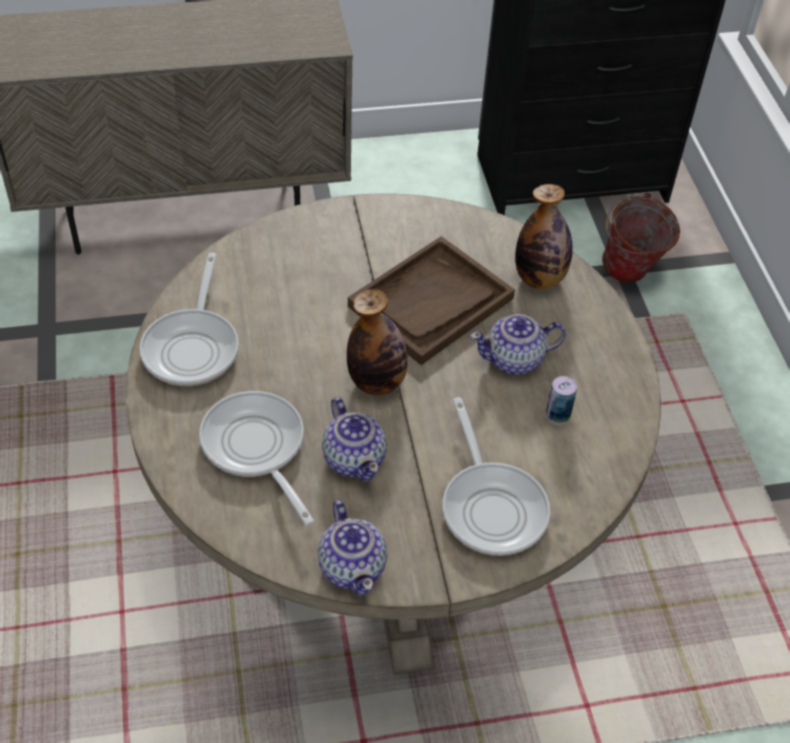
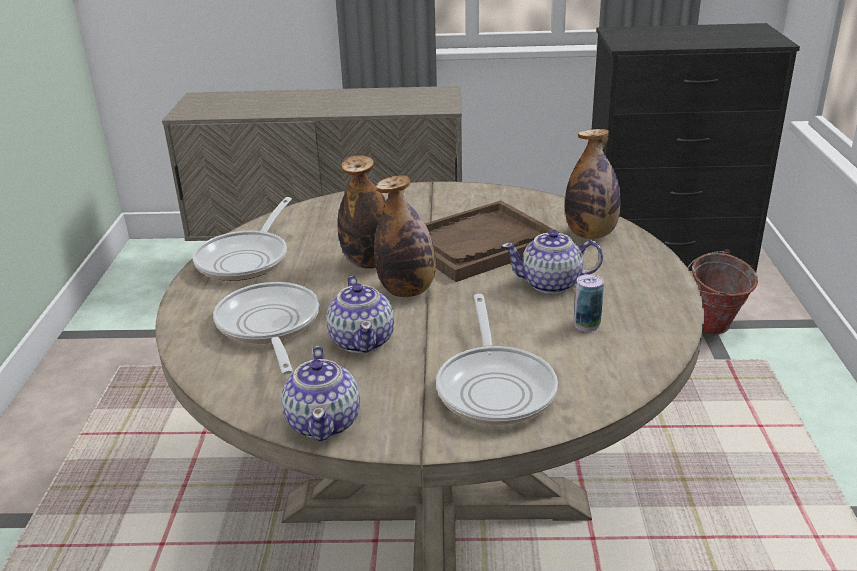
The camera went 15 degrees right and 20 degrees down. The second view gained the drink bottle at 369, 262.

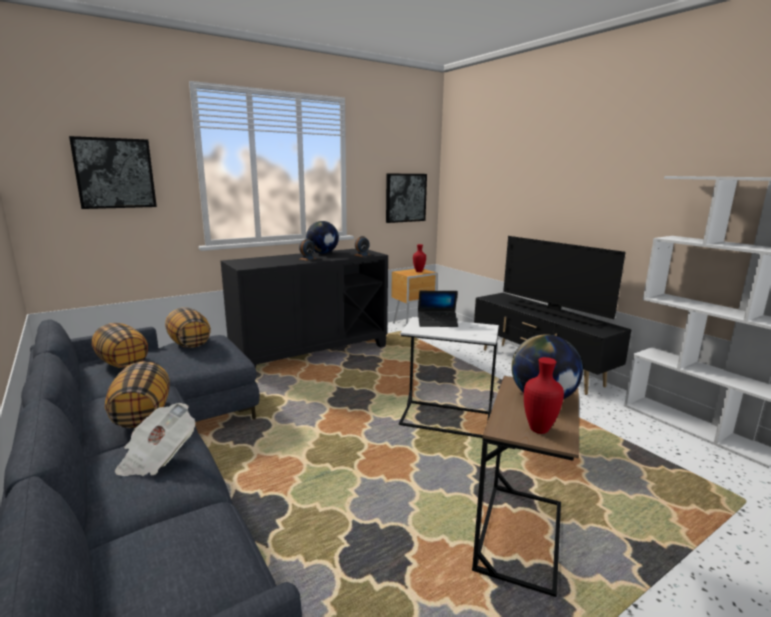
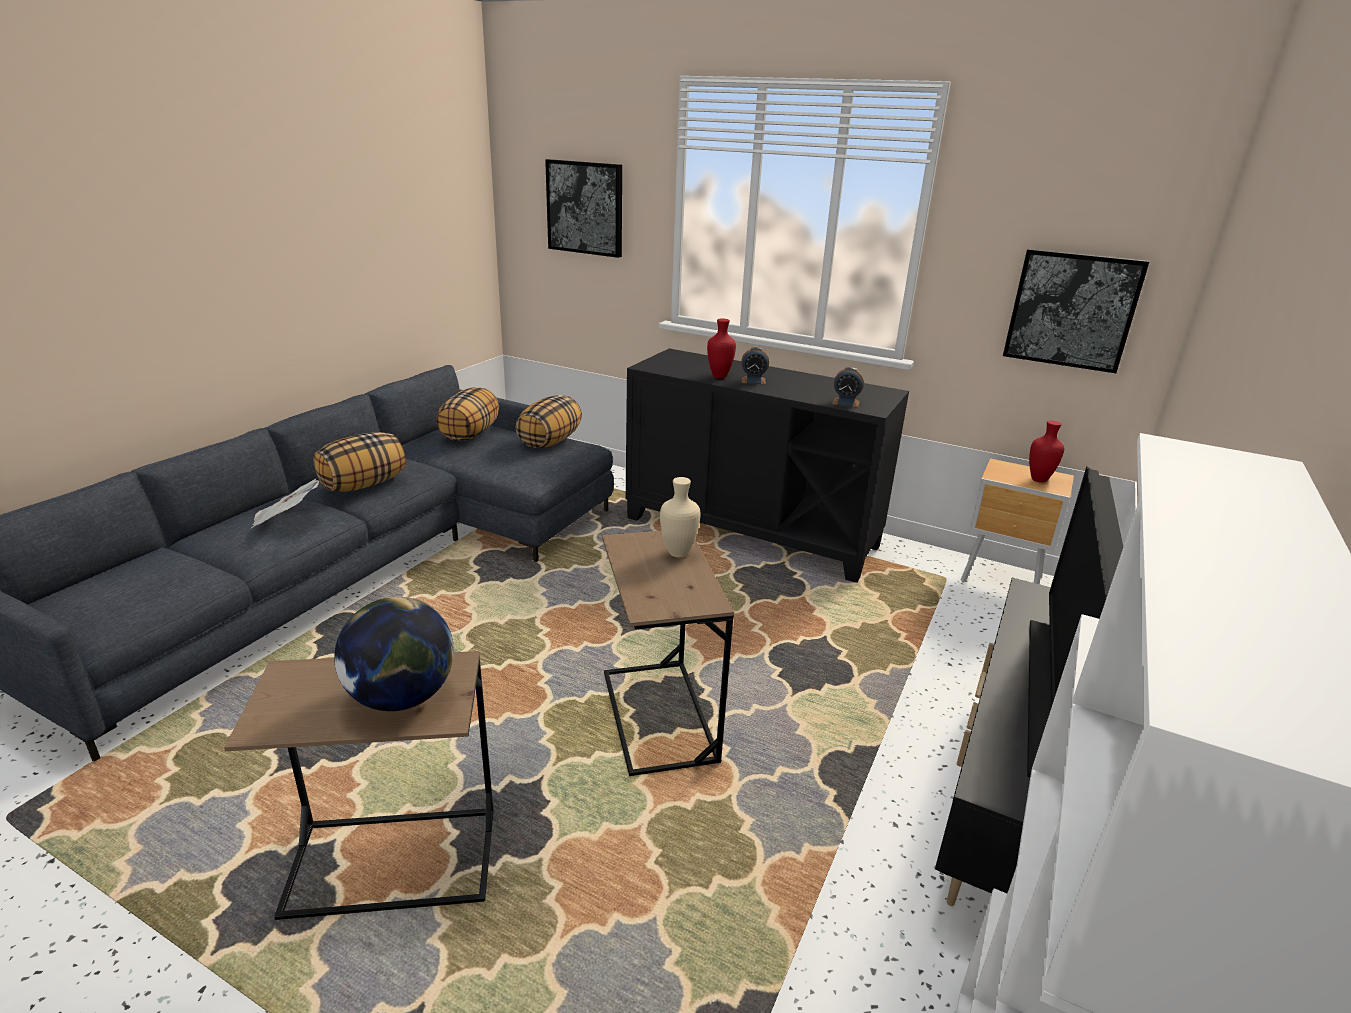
The camera went 60 degrees right and 10 degrees up. What was the accent table (whitish) at 446, 419 turned into the accent table (brown-coloured) at 659, 716. Where the laptop stood at 437, 323, the decorative vase (beige-coloured) came to stand at 679, 553. The decorative vase (red) ended up elsewhere, having gone from 539, 429 to 720, 377. The second view lost the desk globe at 323, 253.

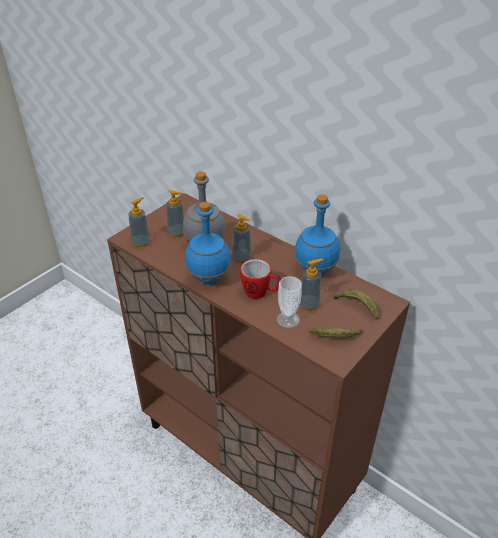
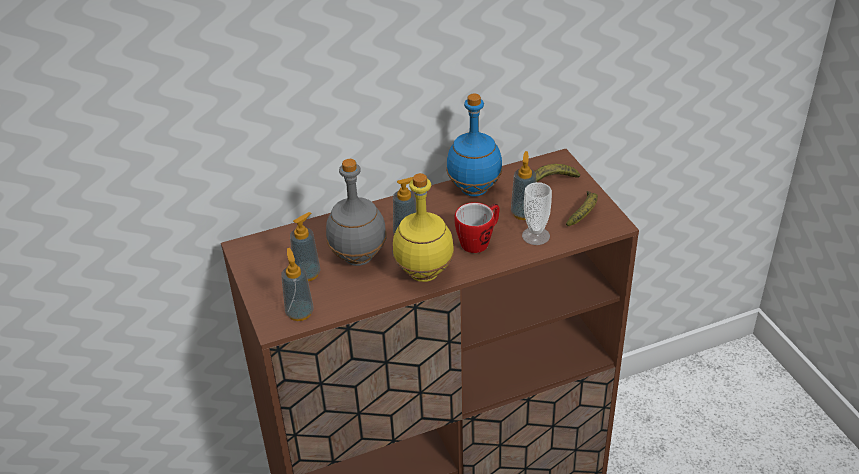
The camera went 60 degrees left and 0 degrees up. What was the drink bottle (blue-coloured) at 209, 278 turned into the drink bottle (yellow) at 423, 273.

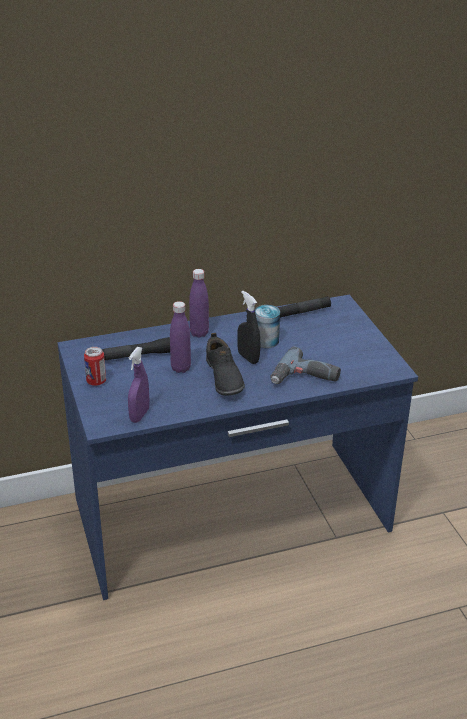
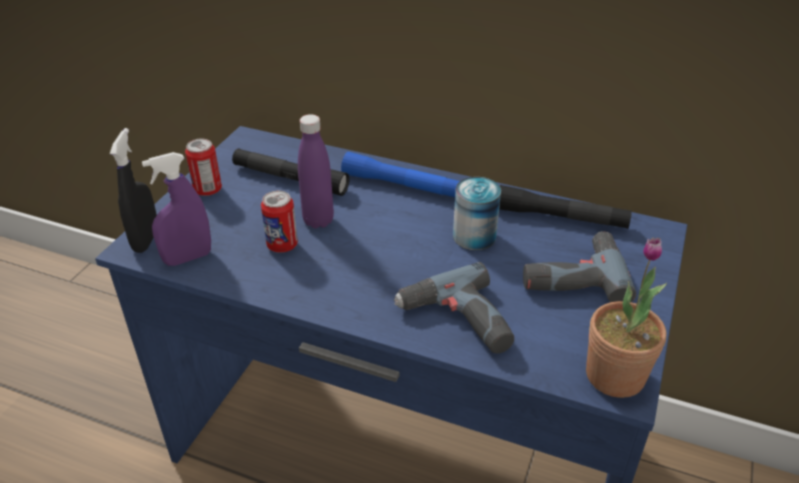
The camera went 40 degrees right and 5 degrees up. The hand sprayer (black) ended up elsewhere, having gone from 248, 358 to 146, 240. The second view gained the sealed can at 282, 245. Where the drink bottle (purple) stood at 199, 333, the flashlight (blue-coloured) came to stand at 402, 185. The second view gained the drill at 571, 274. The second view gained the plant in a pot at 615, 375. The second view lost the low shoe (black) at 223, 377.

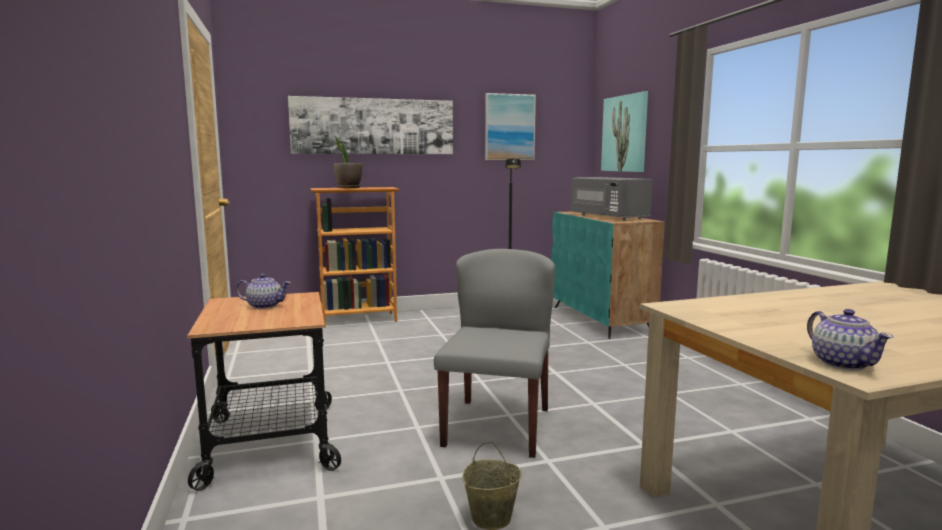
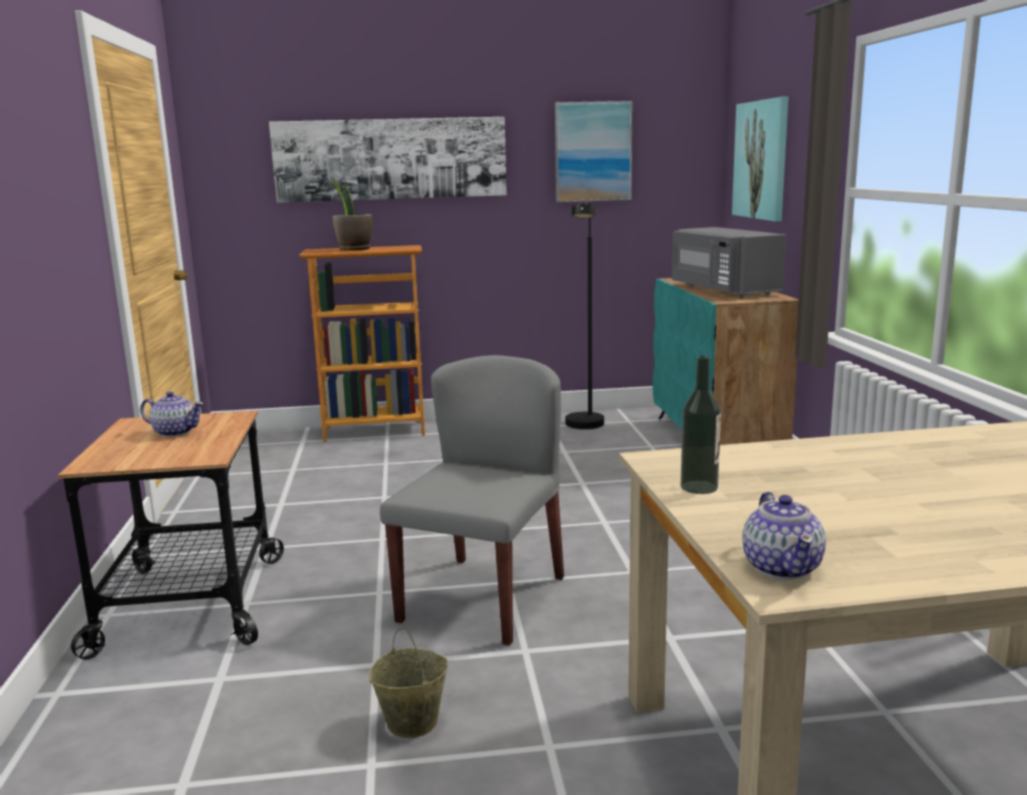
The camera went 10 degrees right and 5 degrees up. The second view gained the drink bottle at 699, 487.

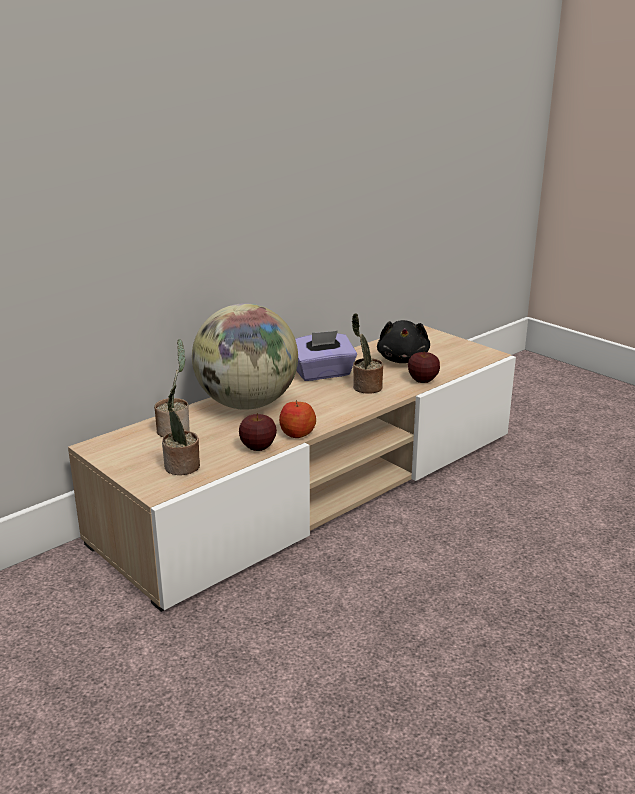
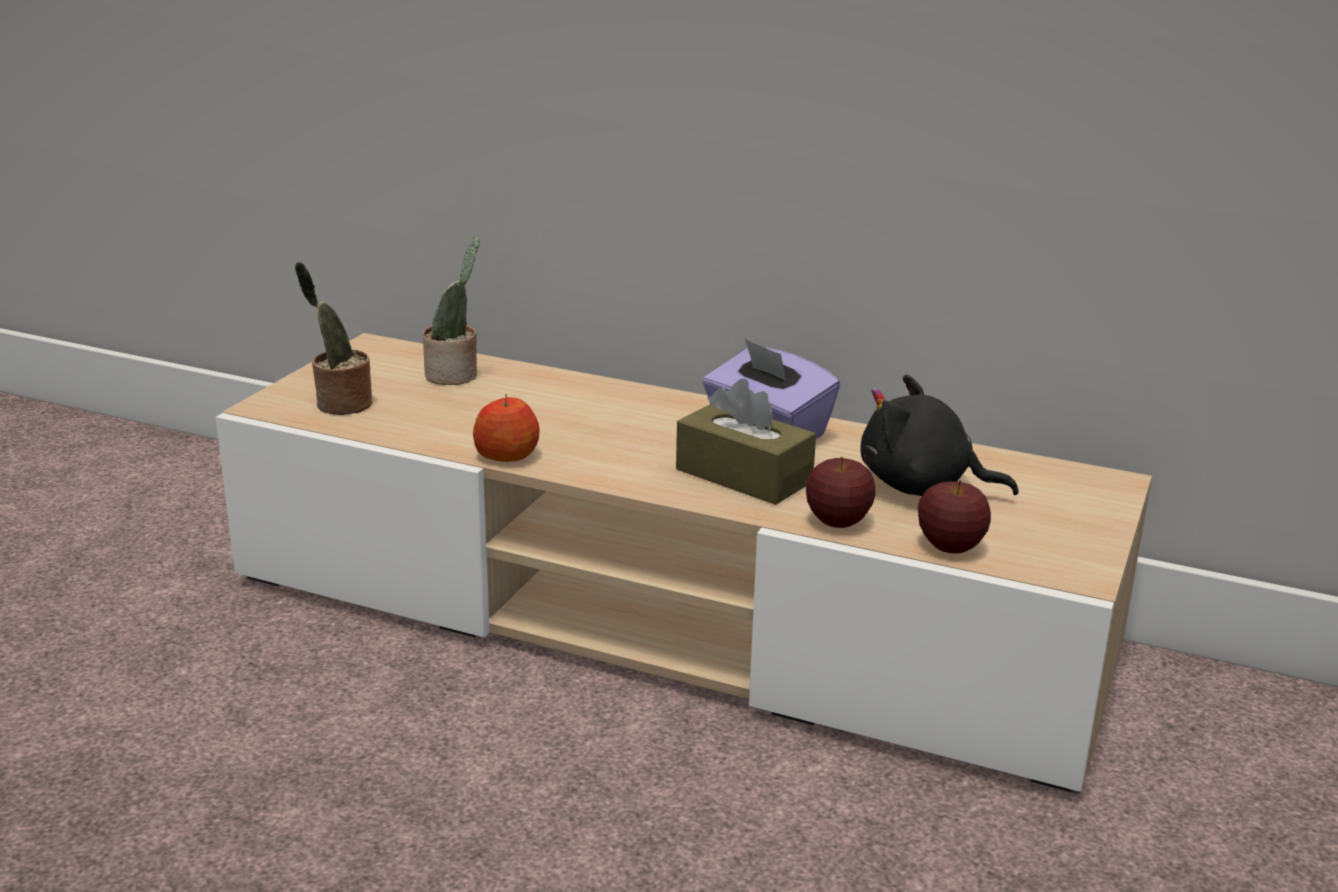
The camera went 65 degrees right and 0 degrees up. Where the plant in a pot stood at 365, 388, the box of tissues (brown-coloured) came to stand at 743, 476. The plush toy (black) at 403, 359 ended up facing another way, 45 degrees clockwise from before. The apple ended up elsewhere, having gone from 258, 447 to 950, 546. The second view lost the desk globe at 246, 404.

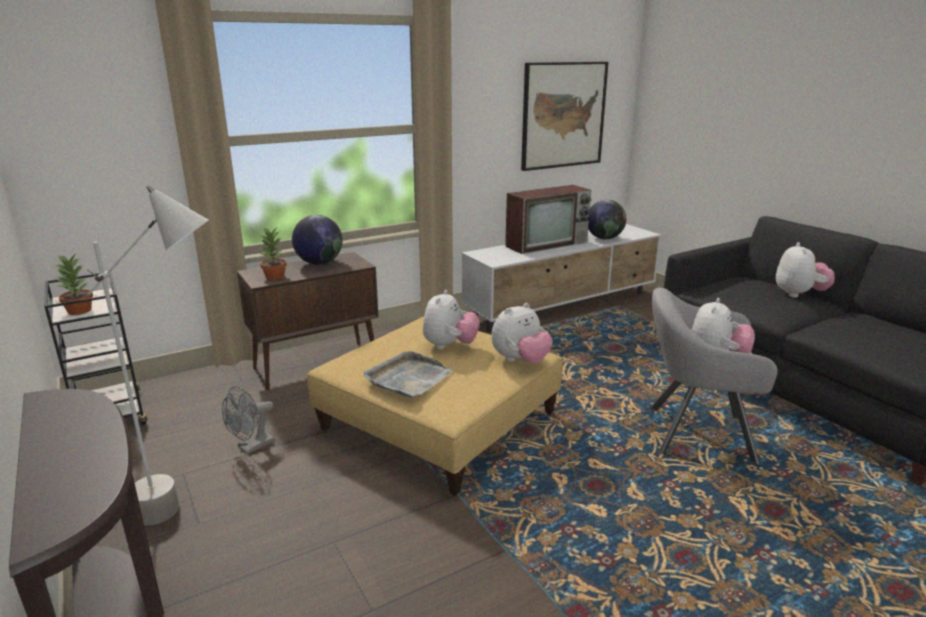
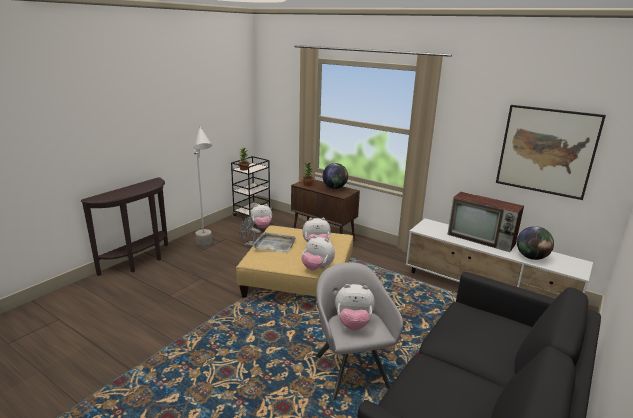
The camera went 65 degrees right and 0 degrees up. The plush toy ended up elsewhere, having gone from 799, 294 to 262, 227.

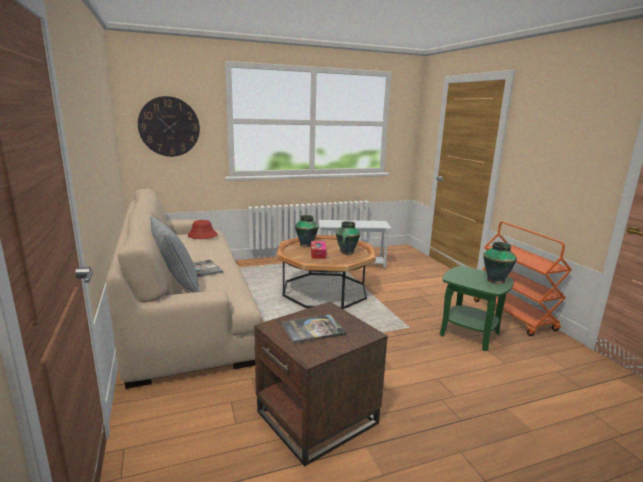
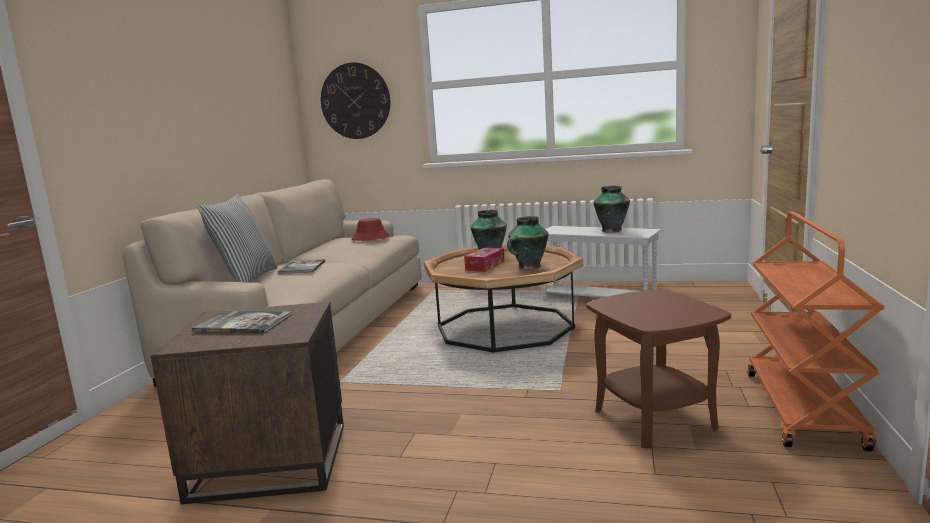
The camera went 35 degrees right and 5 degrees down. What was the accent table (green) at 469, 334 turned into the accent table (brown-coloured) at 655, 418. The decorative vase ended up elsewhere, having gone from 495, 280 to 612, 230.

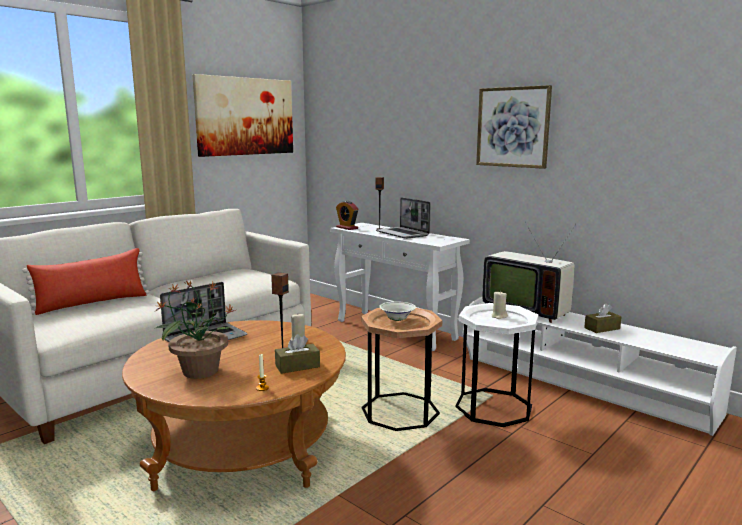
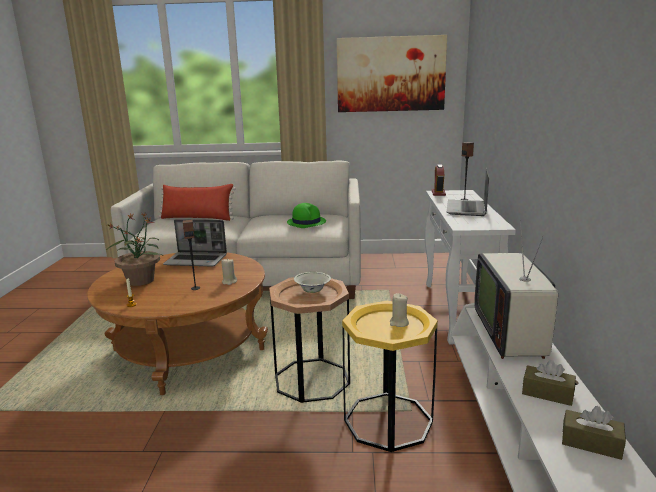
The camera went 50 degrees right and 5 degrees up. The second view gained the wearable hat (green) at 306, 222. What was the accent table (whitish) at 493, 407 turned into the accent table (yellow) at 388, 421. The box of tissues (brown-coloured) ended up elsewhere, having gone from 297, 366 to 591, 443. The second view lost the wall art at 513, 127.

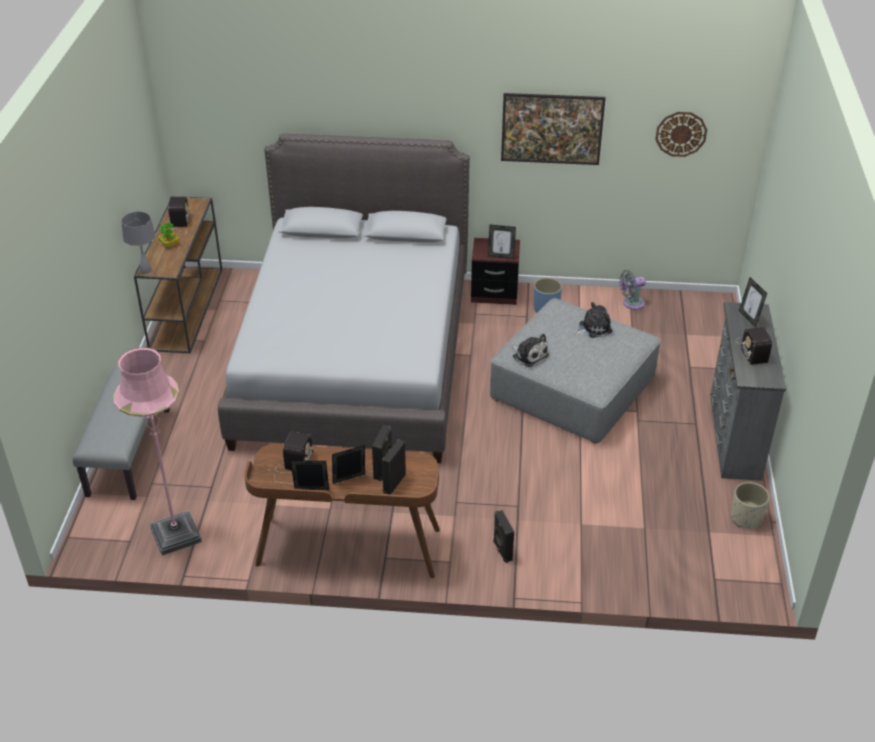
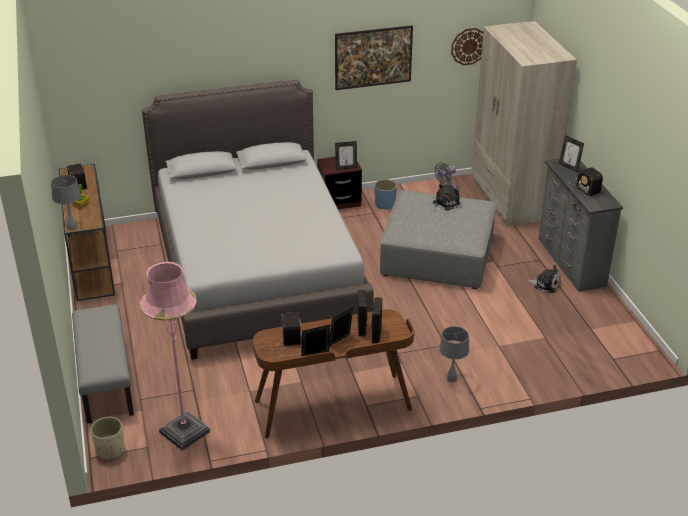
The camera went 20 degrees left and 5 degrees down. The plant pot (beige-coloured) ended up elsewhere, having gone from 746, 518 to 110, 450. Where the audio speaker (black) stood at 502, 551, the table lamp (grey) came to stand at 452, 378. The second view gained the wardrobe (beige-coloured) at 511, 198. The plush toy ended up elsewhere, having gone from 529, 355 to 545, 284.

